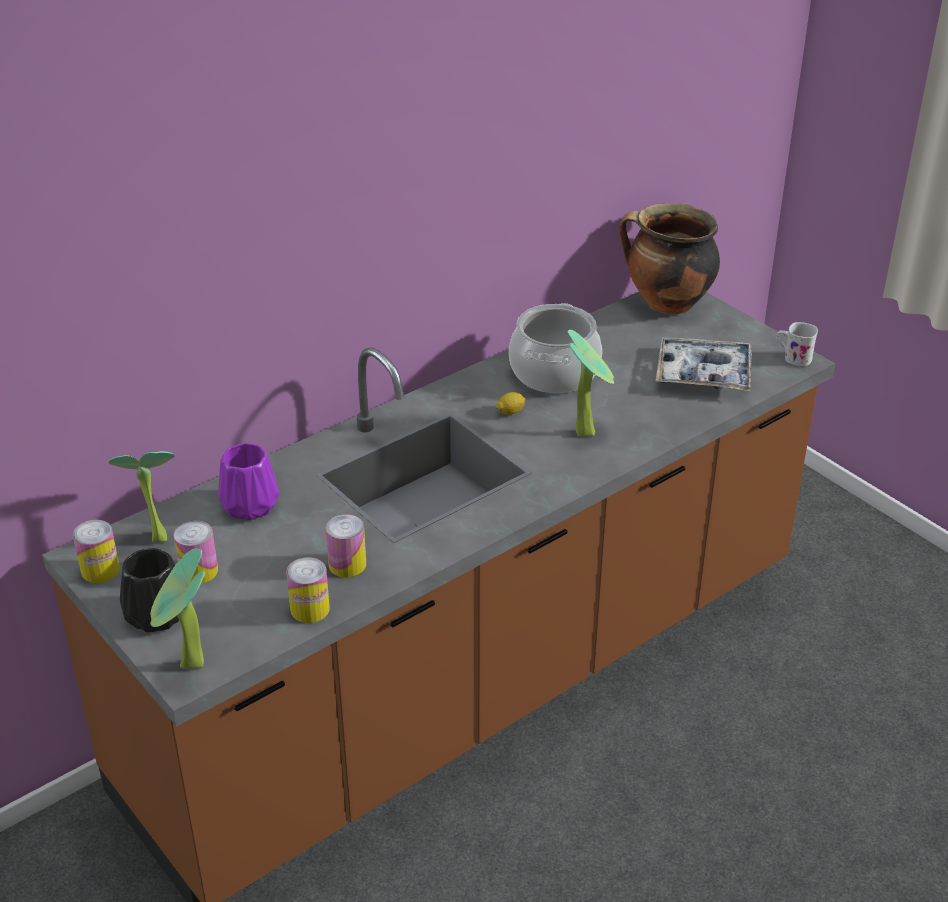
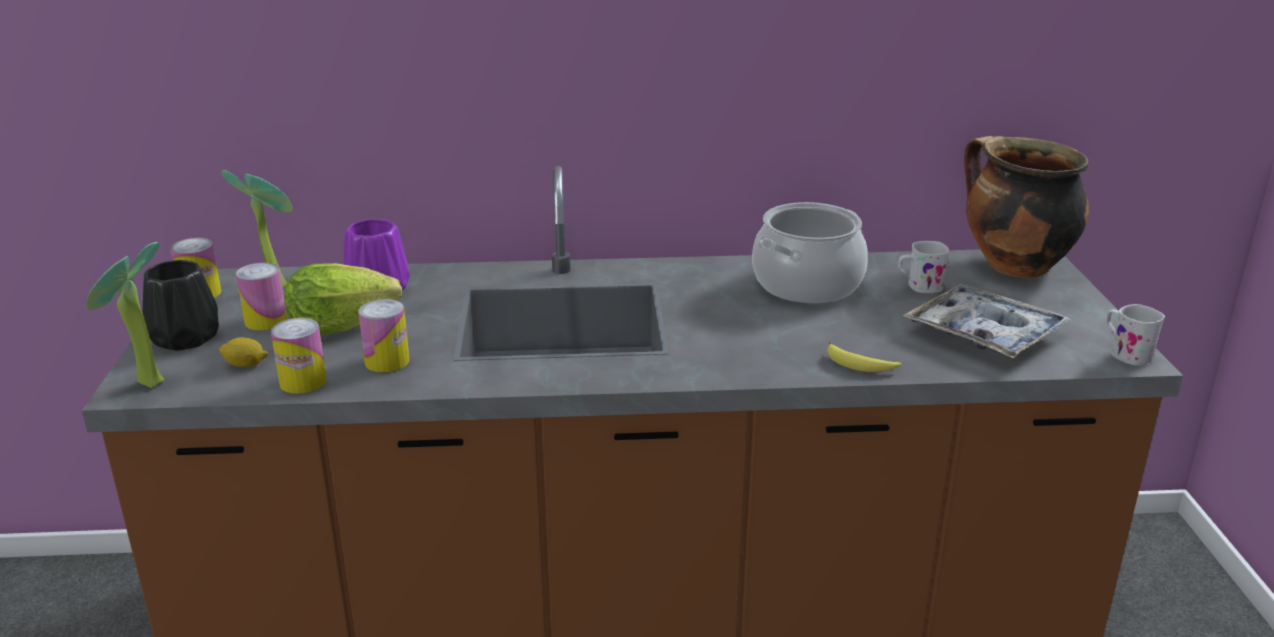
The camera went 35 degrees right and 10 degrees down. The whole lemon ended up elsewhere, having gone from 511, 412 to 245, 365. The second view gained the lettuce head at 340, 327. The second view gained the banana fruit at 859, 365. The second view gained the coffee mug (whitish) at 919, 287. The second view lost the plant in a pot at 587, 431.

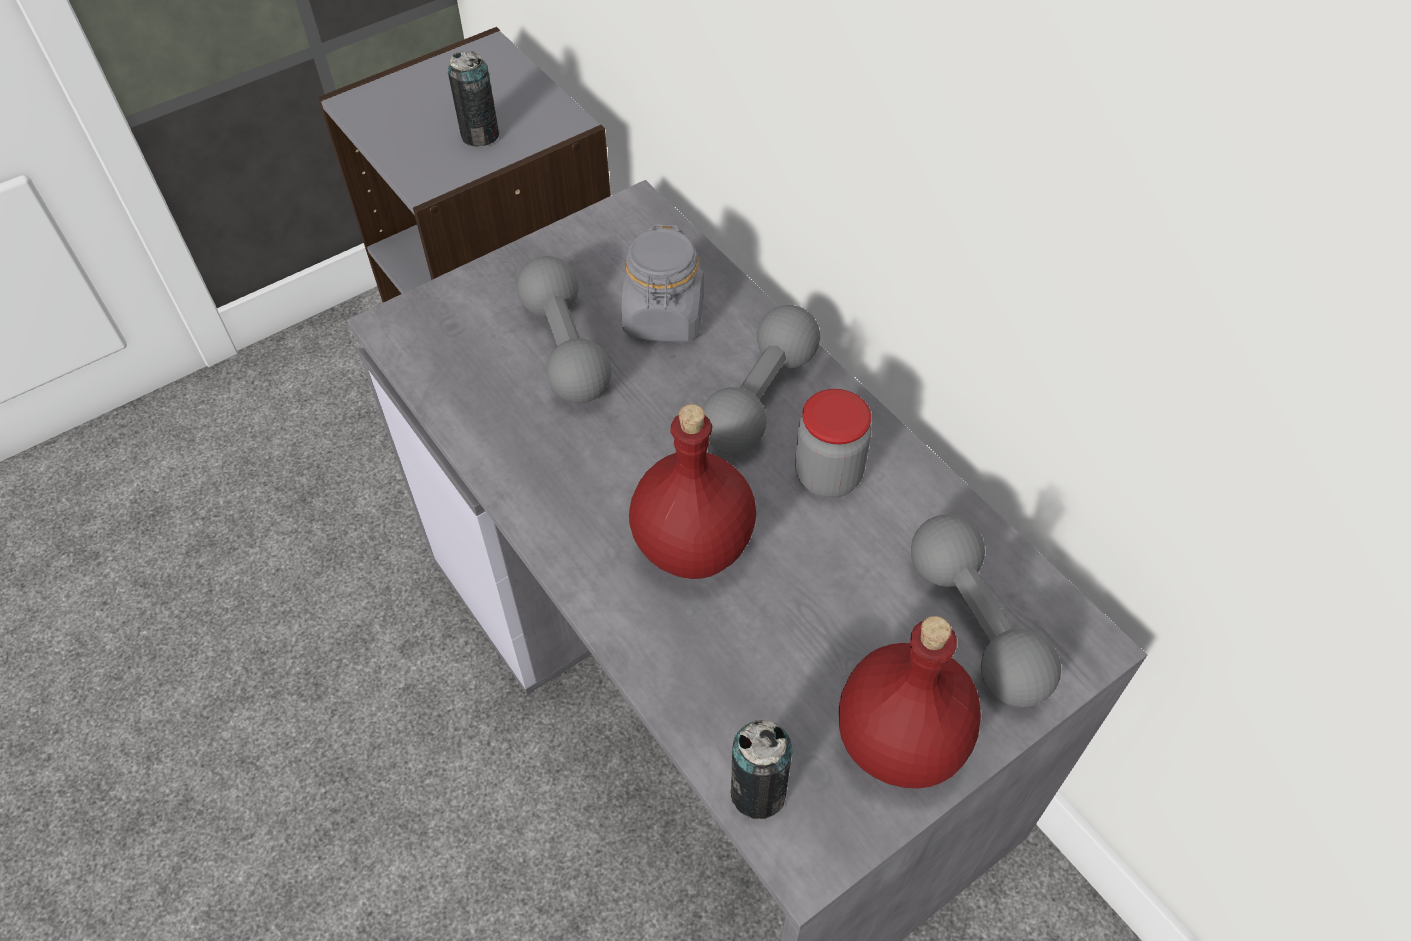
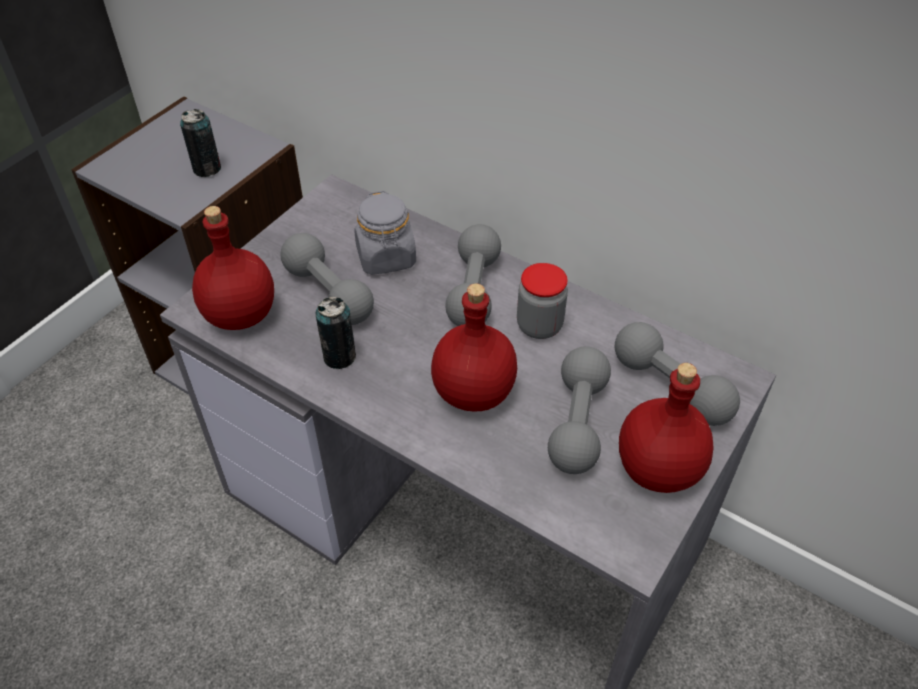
The camera went 20 degrees left and 5 degrees down. The second view gained the drink bottle (red) at 239, 314. The sealed can ended up elsewhere, having gone from 758, 792 to 339, 357. The second view gained the hand weight (grey) at 577, 423.

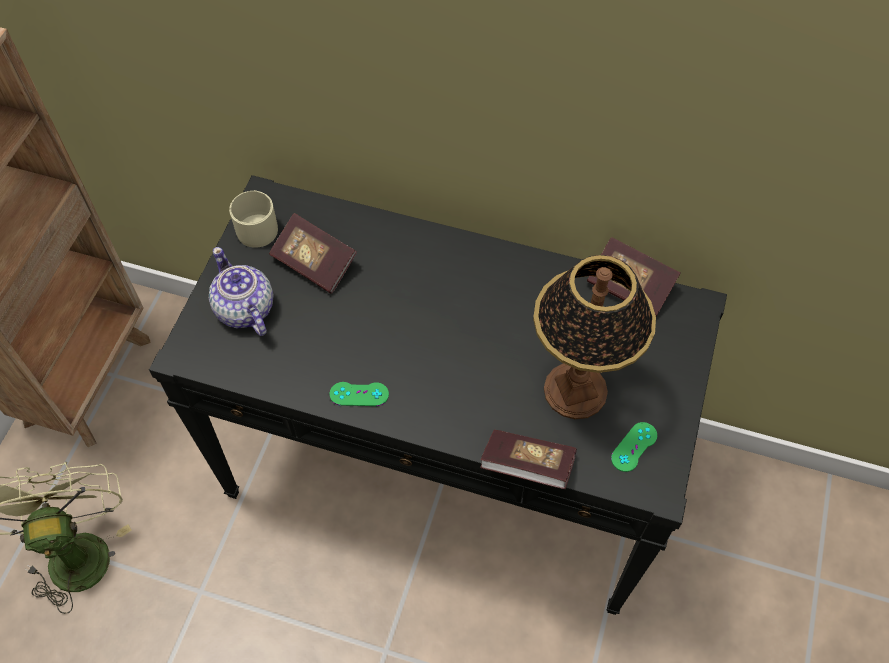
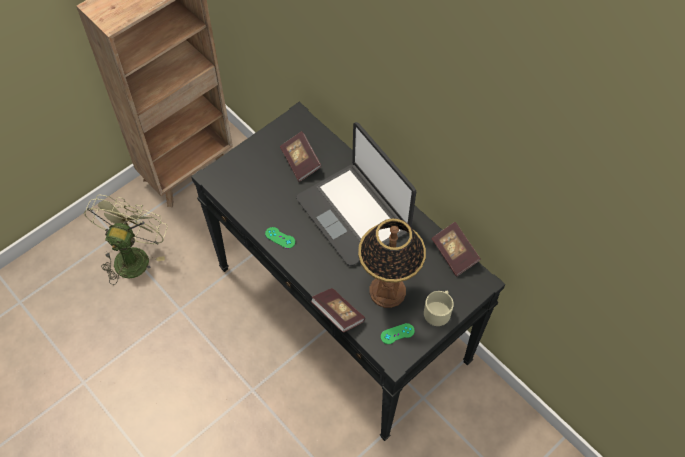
The camera went 30 degrees right and 0 degrees up. The second view gained the laptop at 354, 214. The coffee mug (beige-coloured) ended up elsewhere, having gone from 257, 226 to 438, 310. The second view lost the teapot at 245, 310.

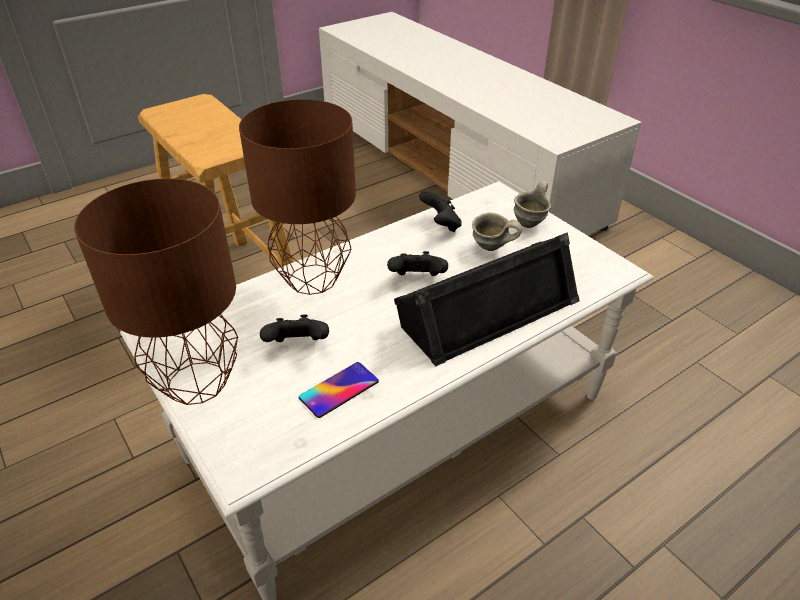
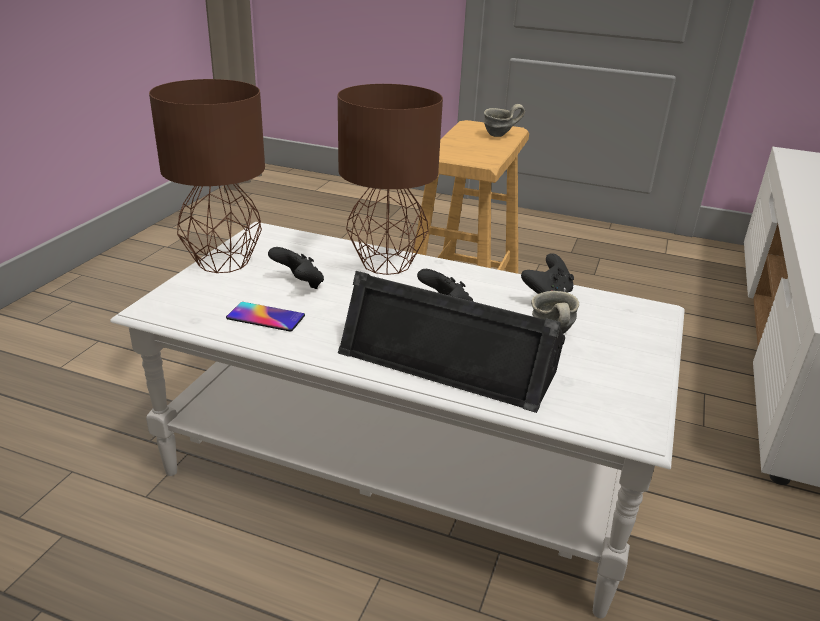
The camera went 55 degrees right and 10 degrees down. The coffee mug (grey) ended up elsewhere, having gone from 532, 222 to 500, 136.

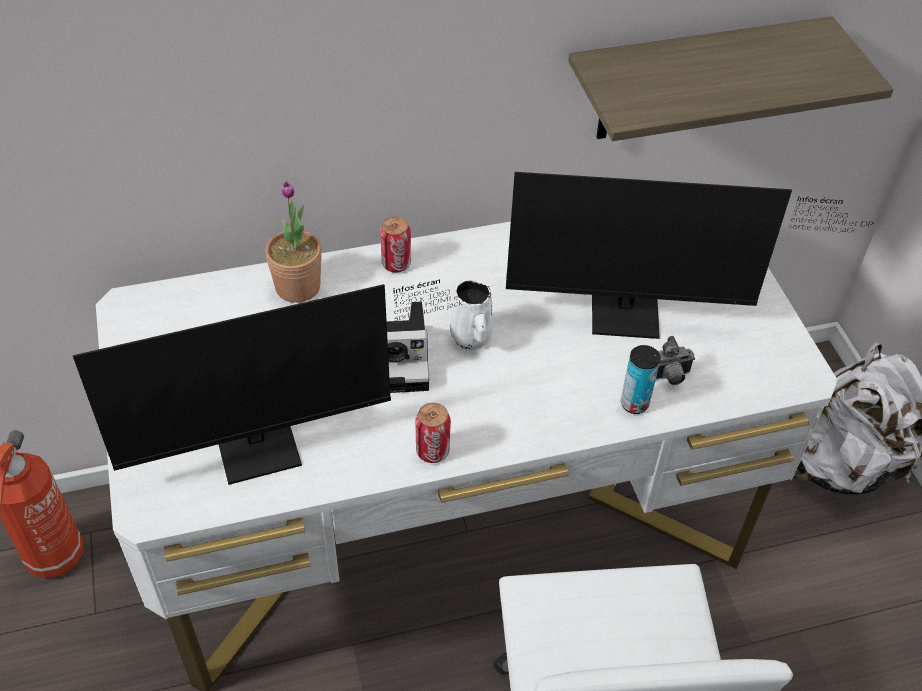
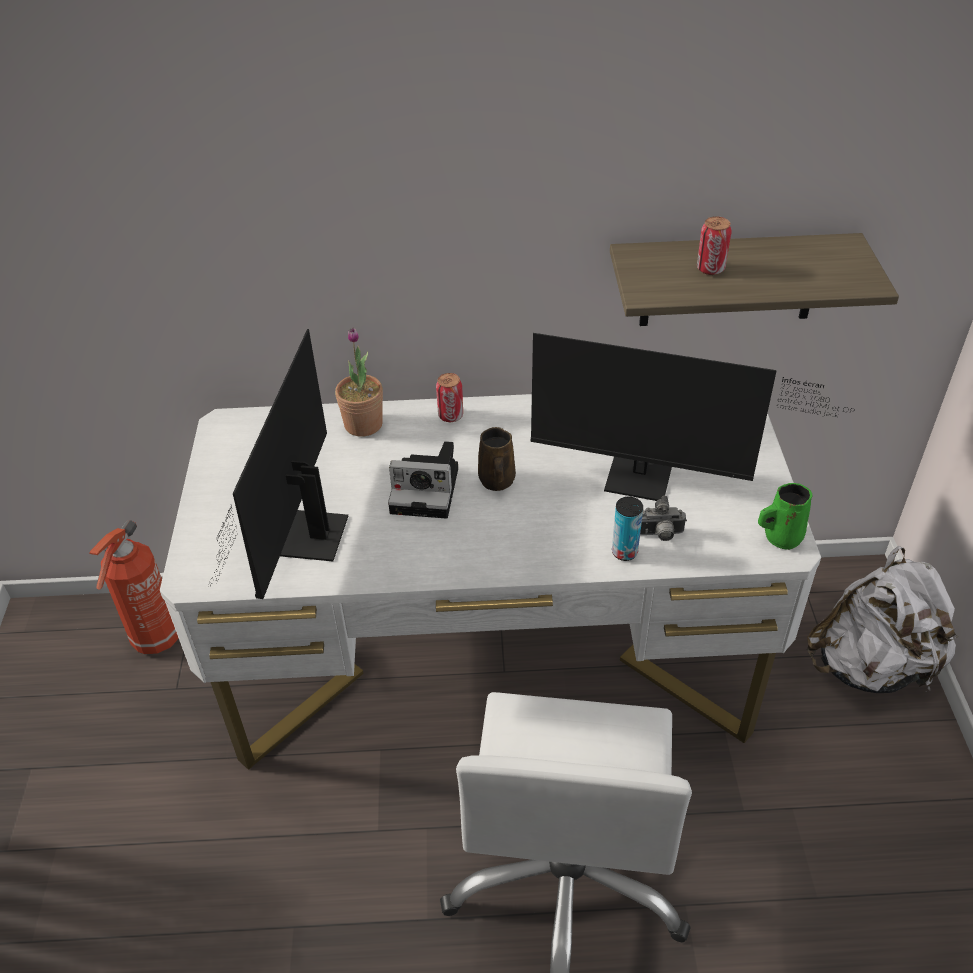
The camera went 15 degrees right and 5 degrees down. The monitor at 272, 445 ended up facing another way, 105 degrees clockwise from before. What was the coffee mug (whitish) at 471, 338 turned into the coffee mug (brown-coloured) at 496, 482. The sealed can ended up elsewhere, having gone from 432, 451 to 710, 269. The second view gained the coffee mug (green) at 780, 537.

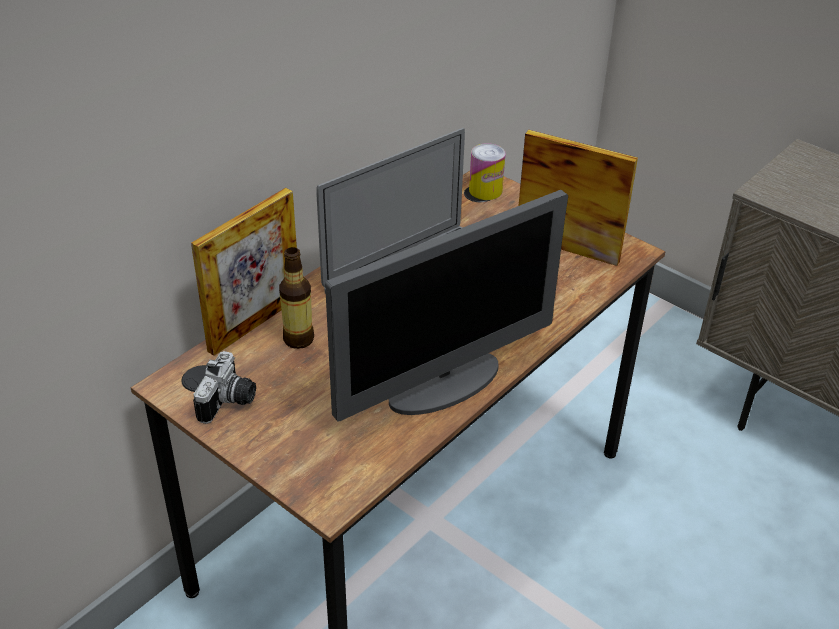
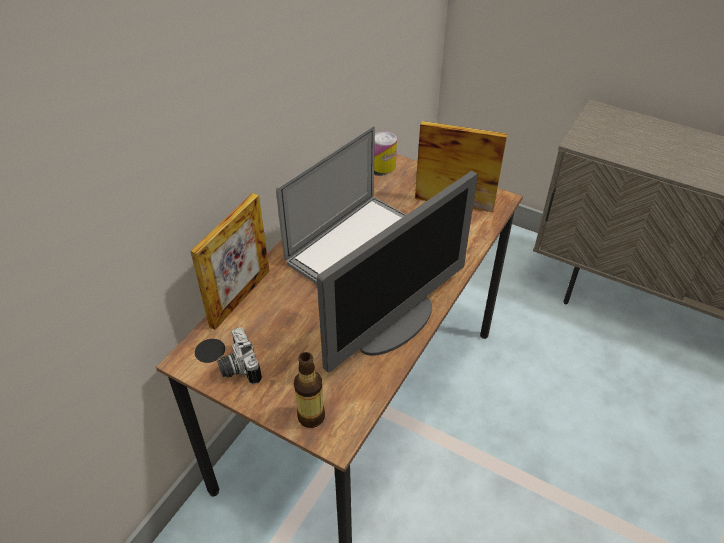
The camera went 10 degrees left and 5 degrees up. The photo camera at 230, 402 ended up facing another way, 150 degrees clockwise from before. The drink bottle ended up elsewhere, having gone from 298, 339 to 311, 417.

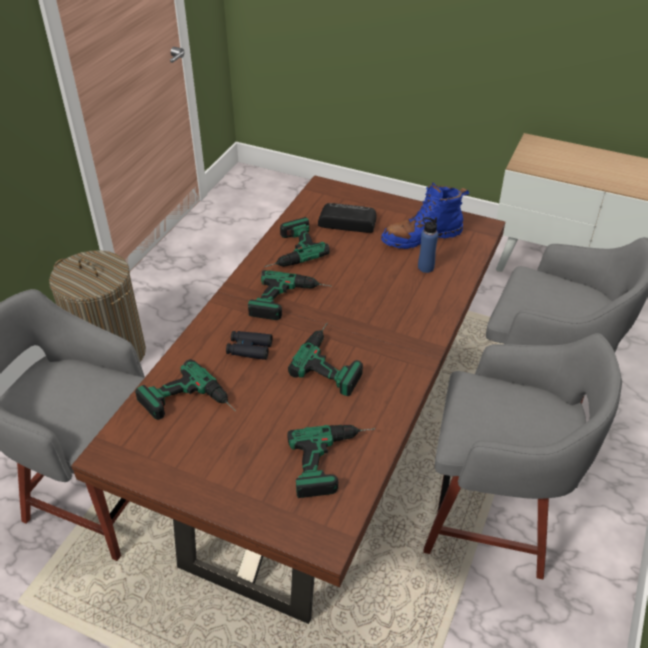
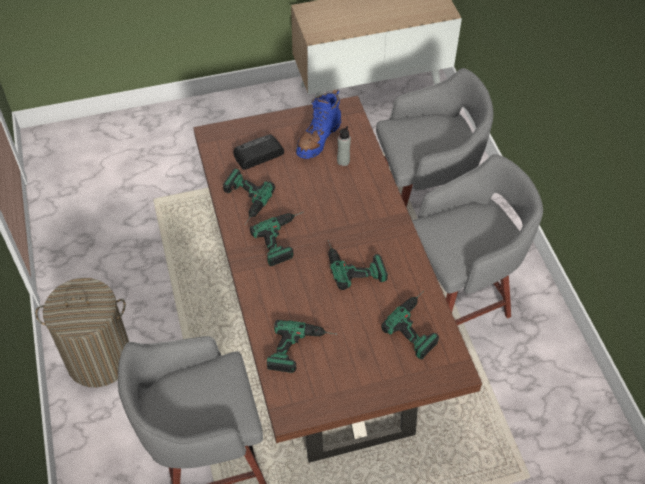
The camera went 40 degrees left and 10 degrees up. What was the drink bottle (blue-coloured) at 425, 267 turned into the drink bottle (grey) at 343, 161. The second view lost the pair of binoculars (black) at 249, 349.

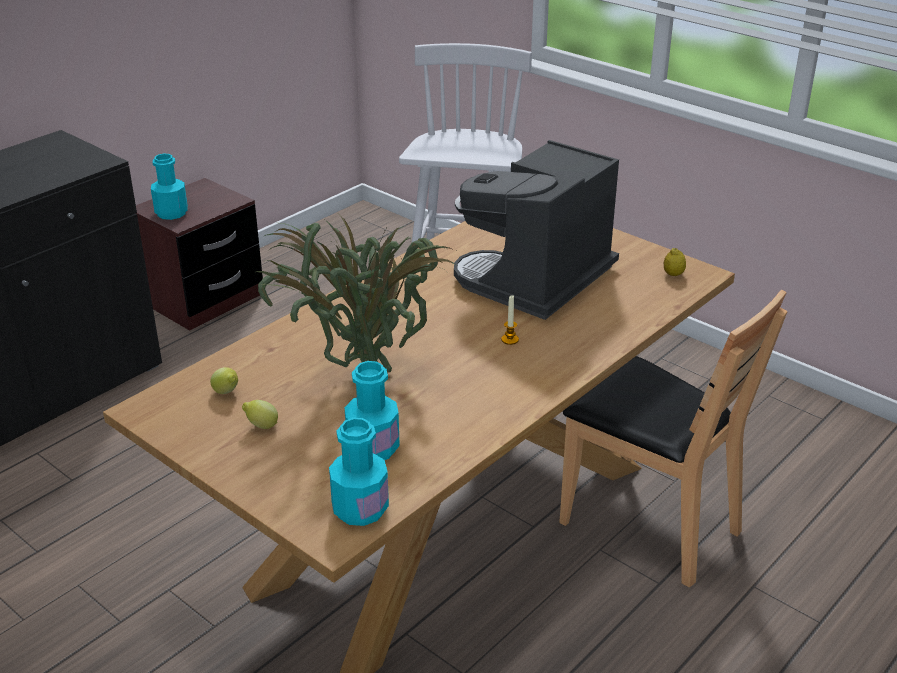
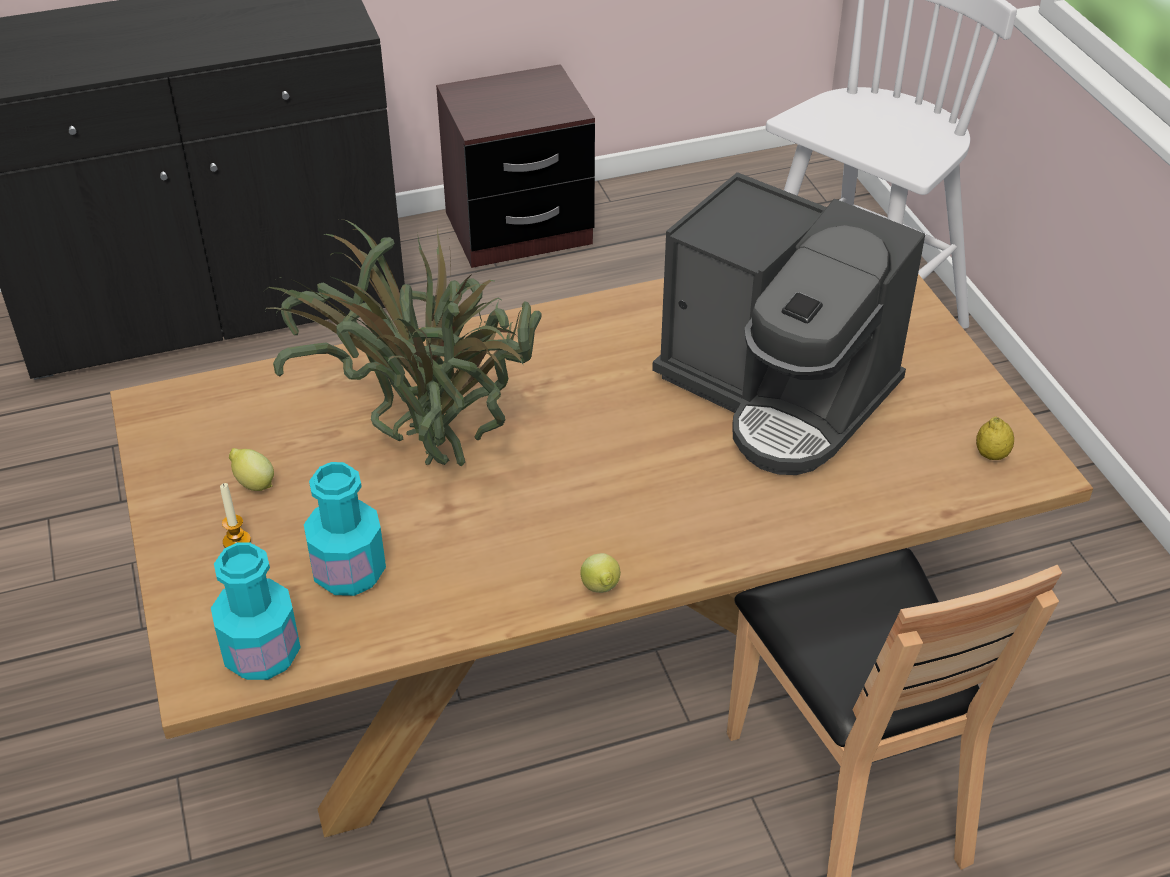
The camera went 30 degrees right and 10 degrees up. The wax light ended up elsewhere, having gone from 510, 339 to 237, 541. The whole lemon ended up elsewhere, having gone from 227, 393 to 601, 589. The coffee maker at 536, 281 ended up facing another way, 120 degrees counterclockwise from before. The second view lost the drink bottle (turquoise-coloured) at 171, 213.

